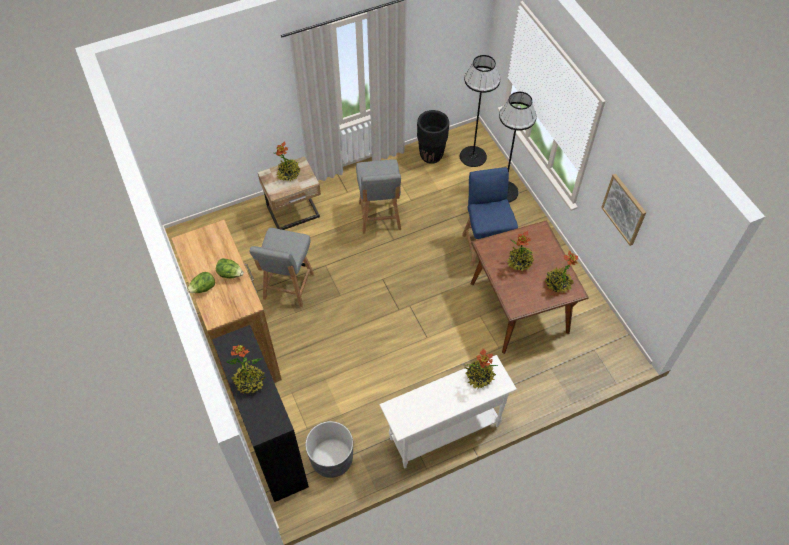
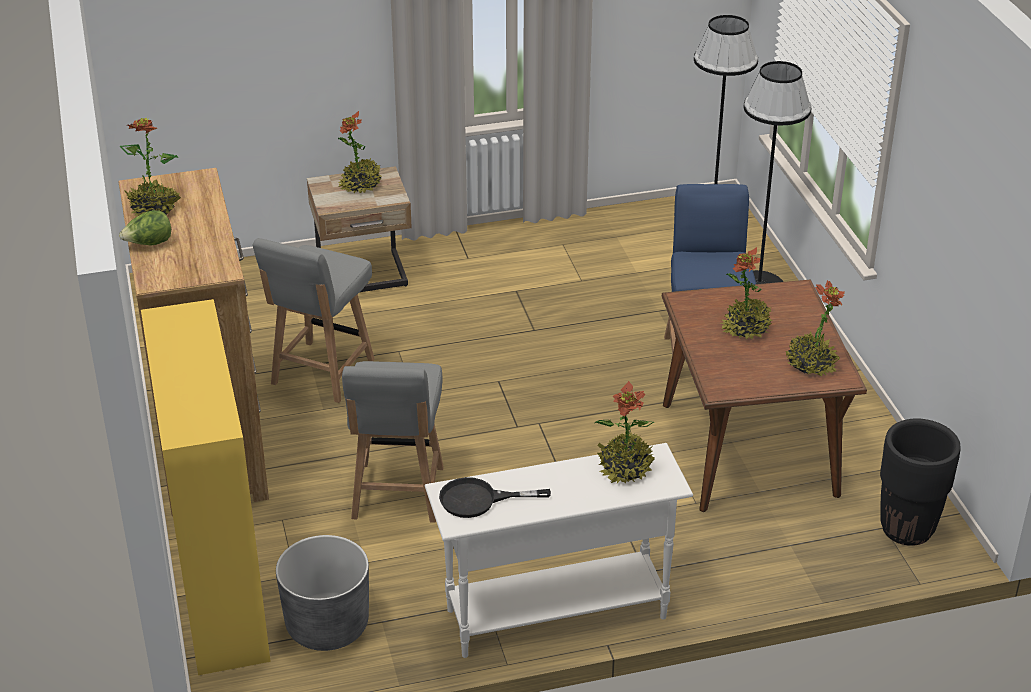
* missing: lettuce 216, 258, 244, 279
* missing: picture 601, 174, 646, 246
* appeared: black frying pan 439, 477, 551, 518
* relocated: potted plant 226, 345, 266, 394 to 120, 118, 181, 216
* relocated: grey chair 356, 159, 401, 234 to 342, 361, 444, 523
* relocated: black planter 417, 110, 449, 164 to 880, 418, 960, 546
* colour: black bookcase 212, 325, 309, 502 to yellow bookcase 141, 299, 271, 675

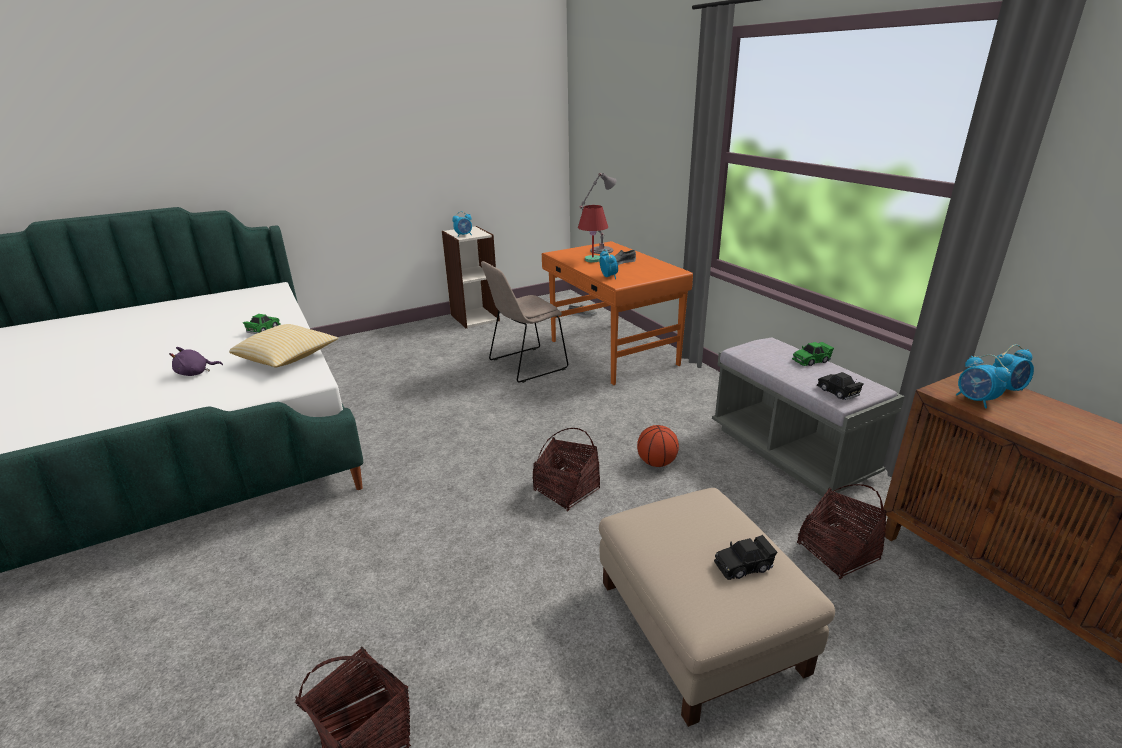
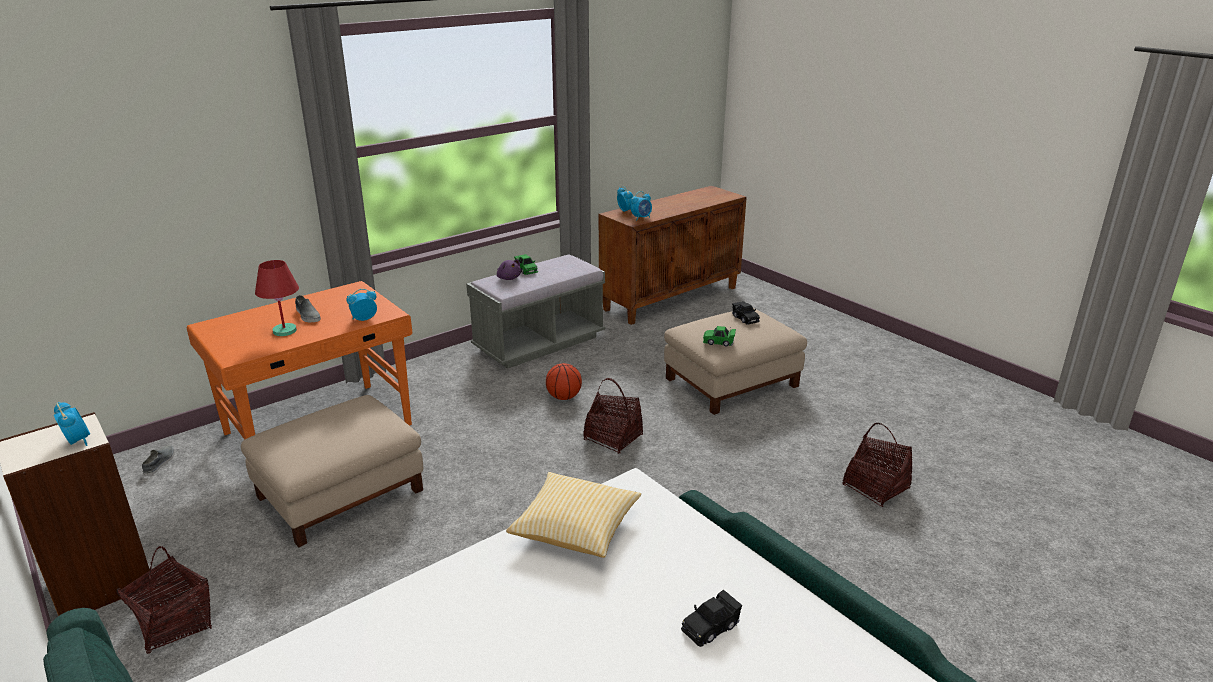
* missing: grey table lamp 580, 173, 616, 254
* relocated: purple plush toy 169, 347, 223, 376 to 497, 259, 521, 280
* relocated: green toy car 243, 314, 281, 334 to 703, 326, 736, 346
* relocated: basket 797, 484, 886, 579 to 117, 546, 212, 654
* relocated: black toy car 817, 372, 864, 400 to 681, 590, 742, 647
* exchanged: beige chair 481, 261, 568, 383 to beige ottoman 241, 395, 423, 547

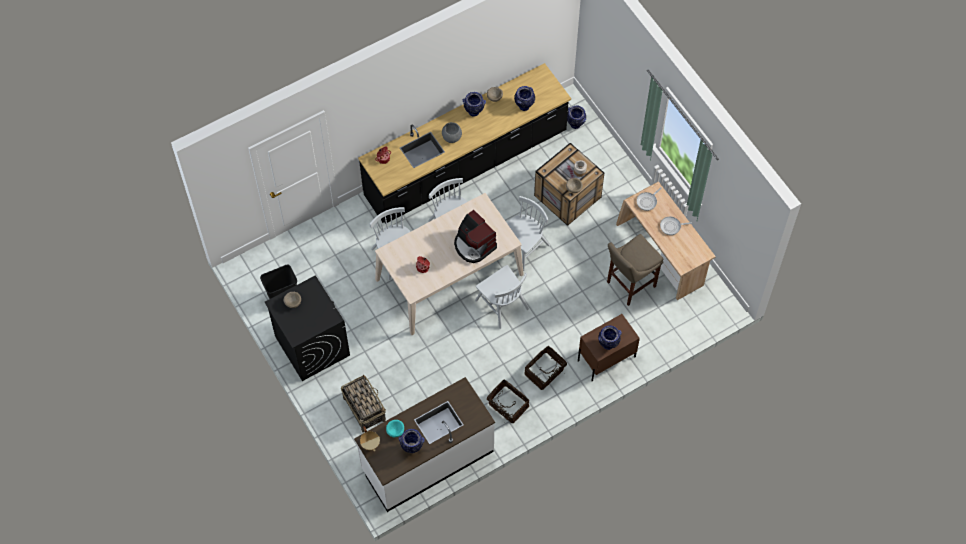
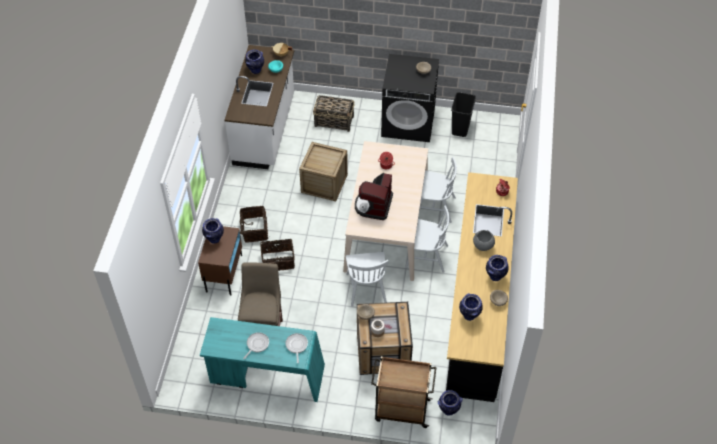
* missing: white chair 475, 265, 529, 329
* appeared: crate 299, 142, 348, 201
* appeared: brown cart 371, 356, 436, 428
* relocated: basket 487, 380, 529, 423 to 260, 239, 295, 271
* colour: beige desk 616, 182, 716, 300 to turquoise desk 200, 317, 325, 402
* spun: coffee machine 454, 210, 497, 263 = 355, 173, 393, 220 75 degrees counterclockwise

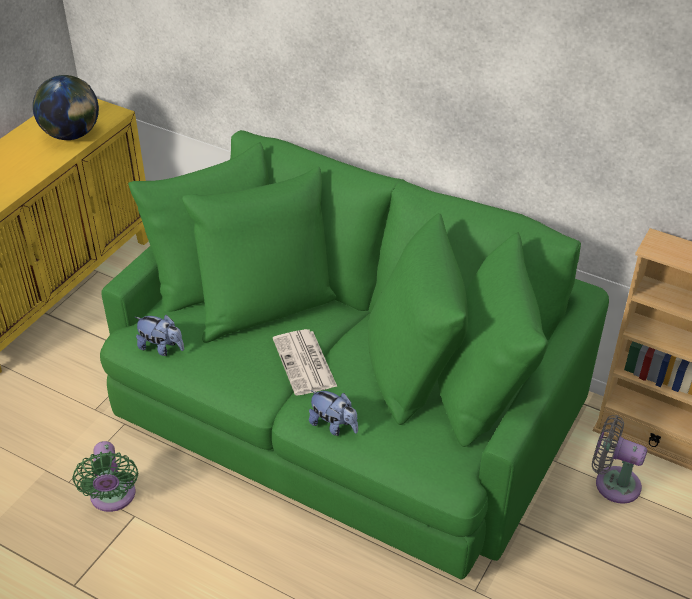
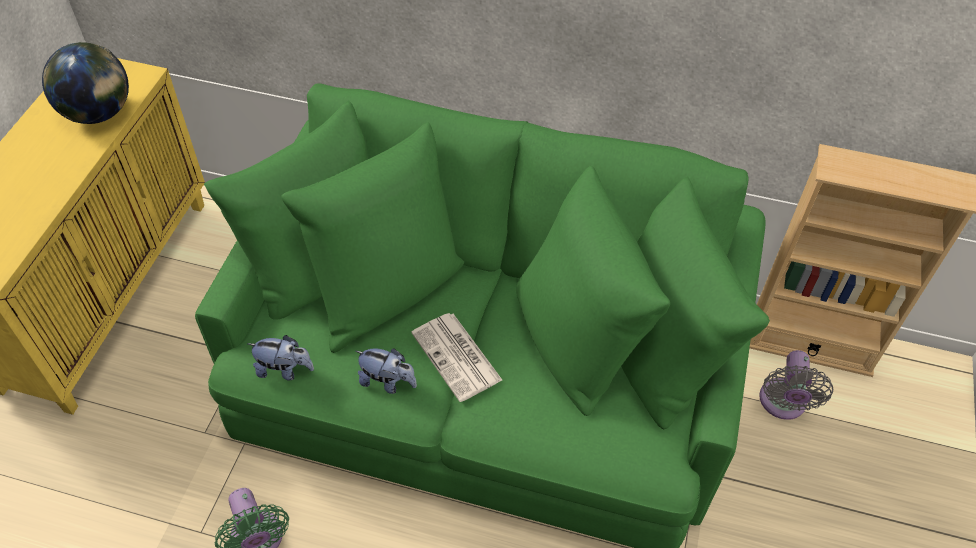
* relocated: plush toy 309, 390, 358, 436 to 356, 348, 417, 394
* spun: grey fan 592, 415, 647, 504 = 759, 350, 833, 420 90 degrees counterclockwise

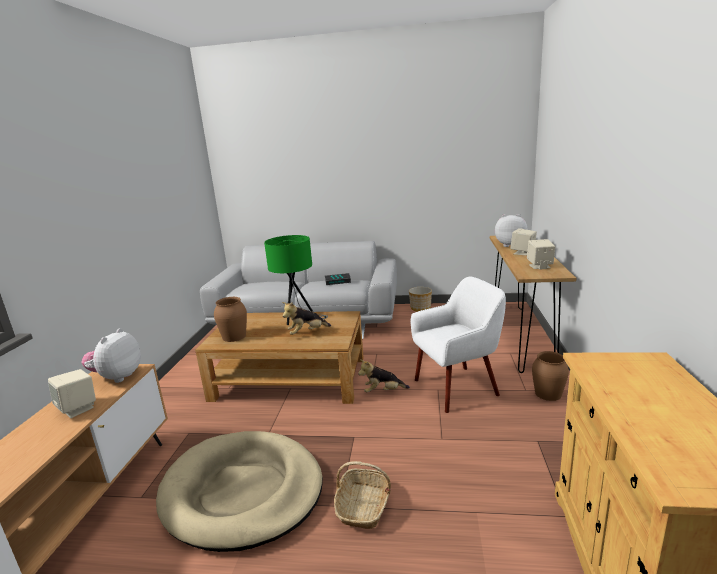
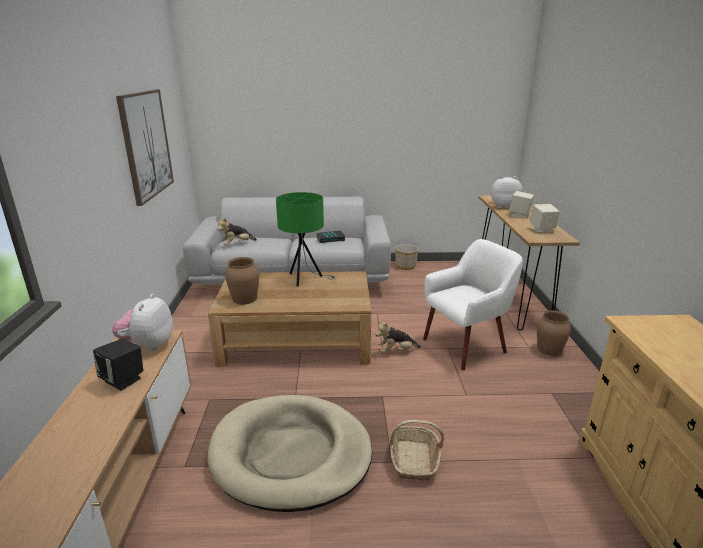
* appeared: picture 116, 90, 174, 206
* relocated: plush toy 282, 302, 331, 335 to 217, 218, 257, 245
* colour: beige speaker 48, 369, 96, 418 to black speaker 93, 339, 143, 391

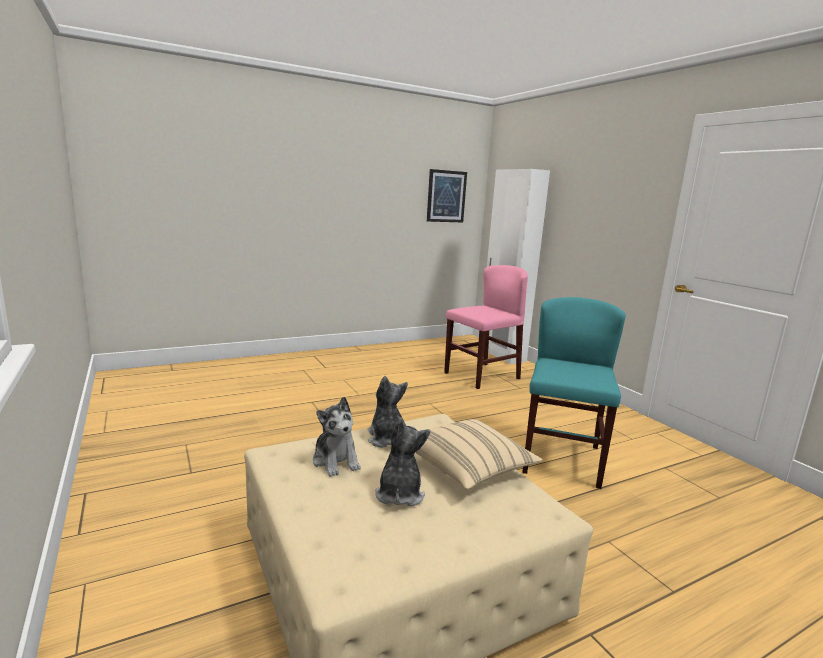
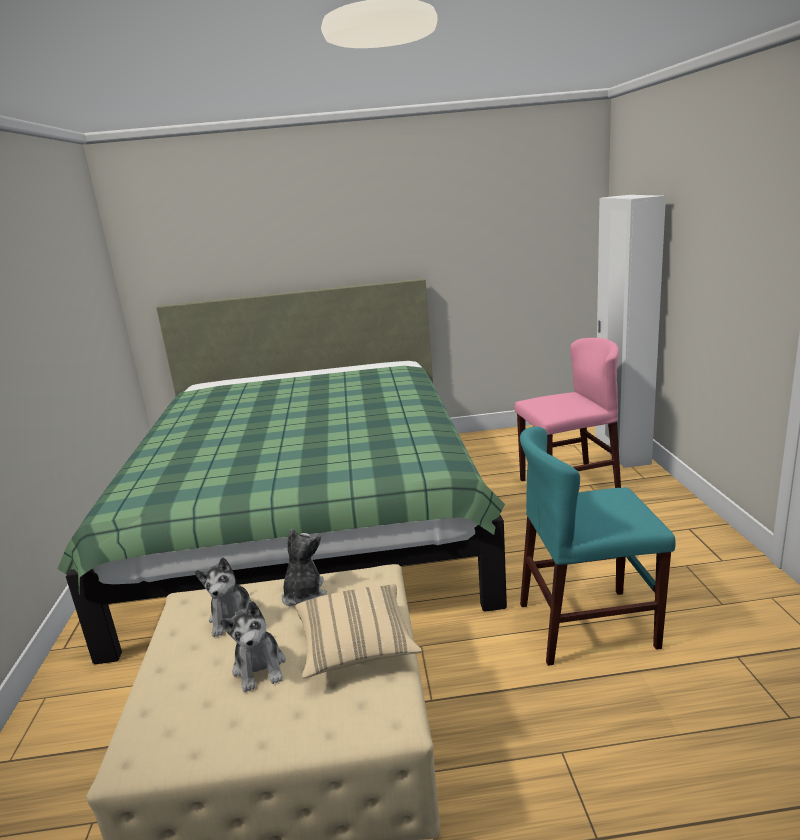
* missing: picture 427, 169, 467, 222
* appeared: green bed 57, 278, 507, 664
* spun: plush toy 375, 417, 430, 506 = 220, 601, 286, 692 135 degrees clockwise
* spun: turquoise chair 522, 297, 626, 489 = 520, 426, 676, 666 135 degrees counterclockwise

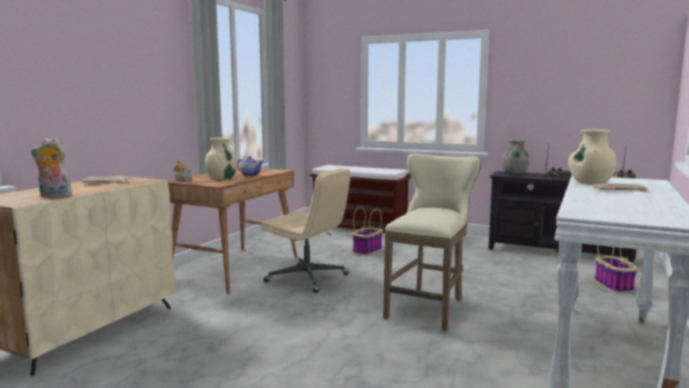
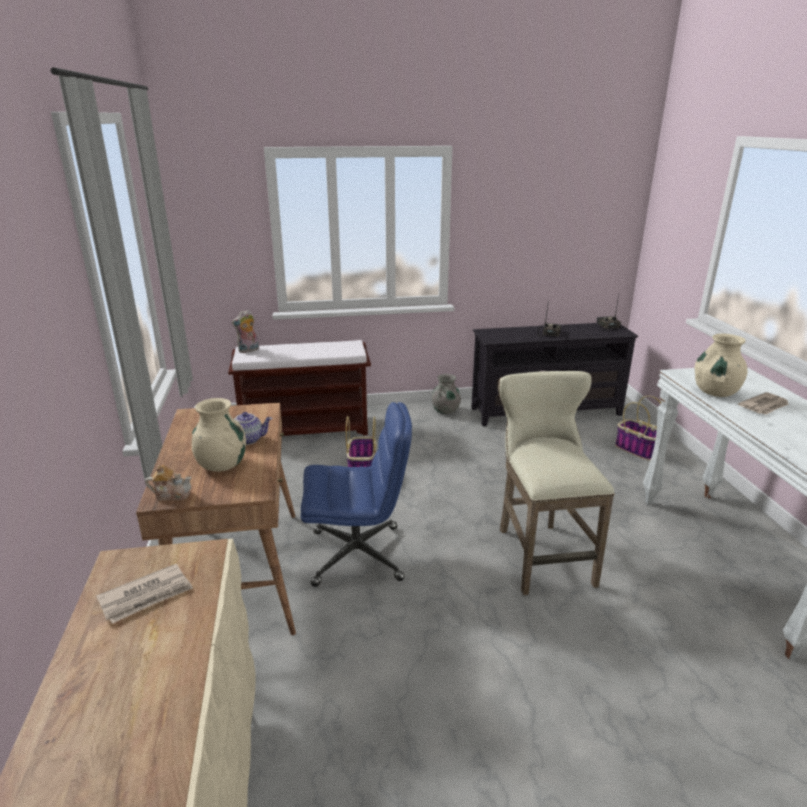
* relocated: plush toy 31, 138, 72, 197 to 231, 310, 259, 353
* relocated: grey vase 502, 140, 529, 174 to 432, 374, 461, 414
* colour: beige office chair 261, 168, 351, 293 to blue office chair 301, 402, 412, 587

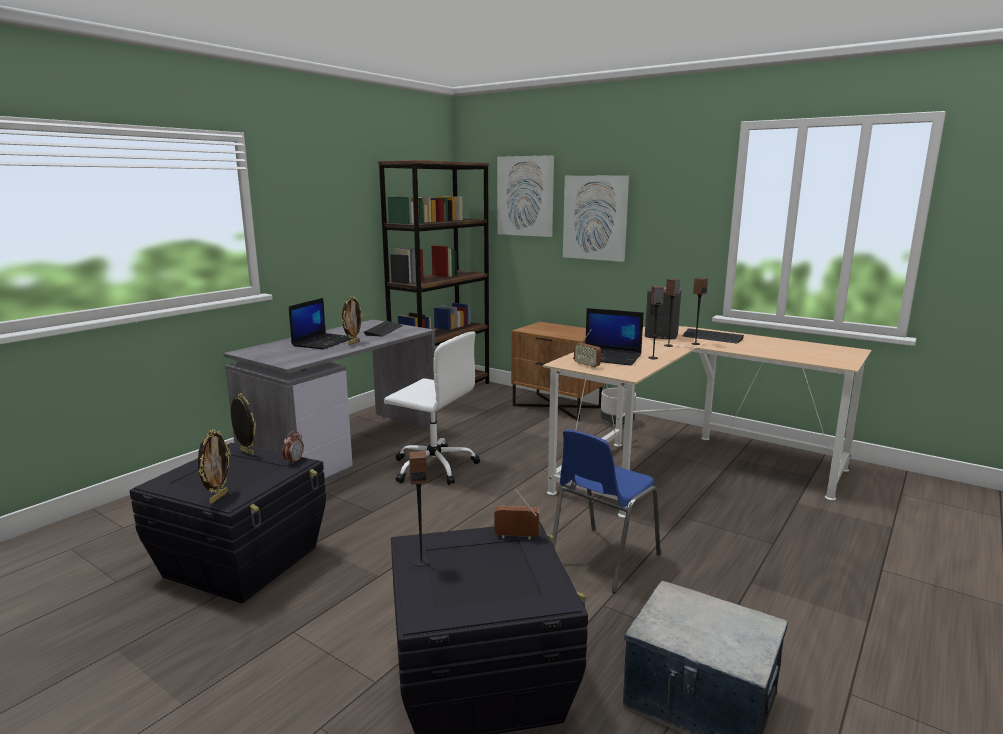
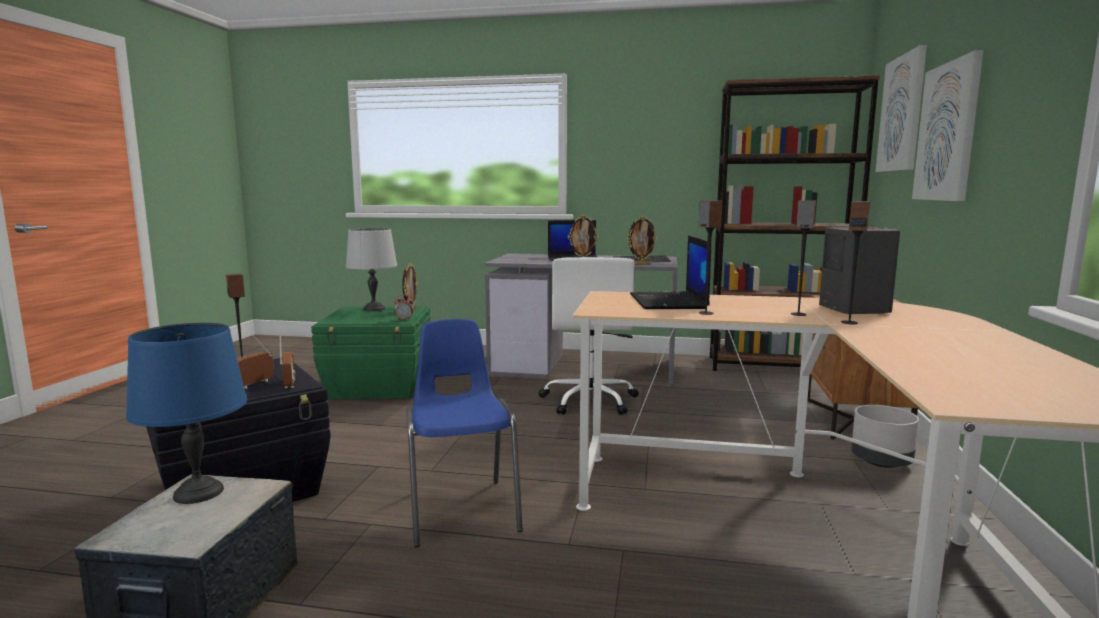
* missing: keyboard 683, 328, 744, 343
* appeared: blue table lamp 126, 323, 247, 504
* appeared: grey table lamp 346, 228, 397, 311
* relocated: picture frame 198, 429, 231, 504 to 627, 216, 658, 265
* relocated: radio 574, 329, 601, 369 to 237, 335, 274, 389
* colour: black storage box 129, 443, 326, 603 to green storage box 311, 306, 431, 399
* spun: blue chair 553, 429, 661, 593 = 407, 319, 523, 547 60 degrees clockwise

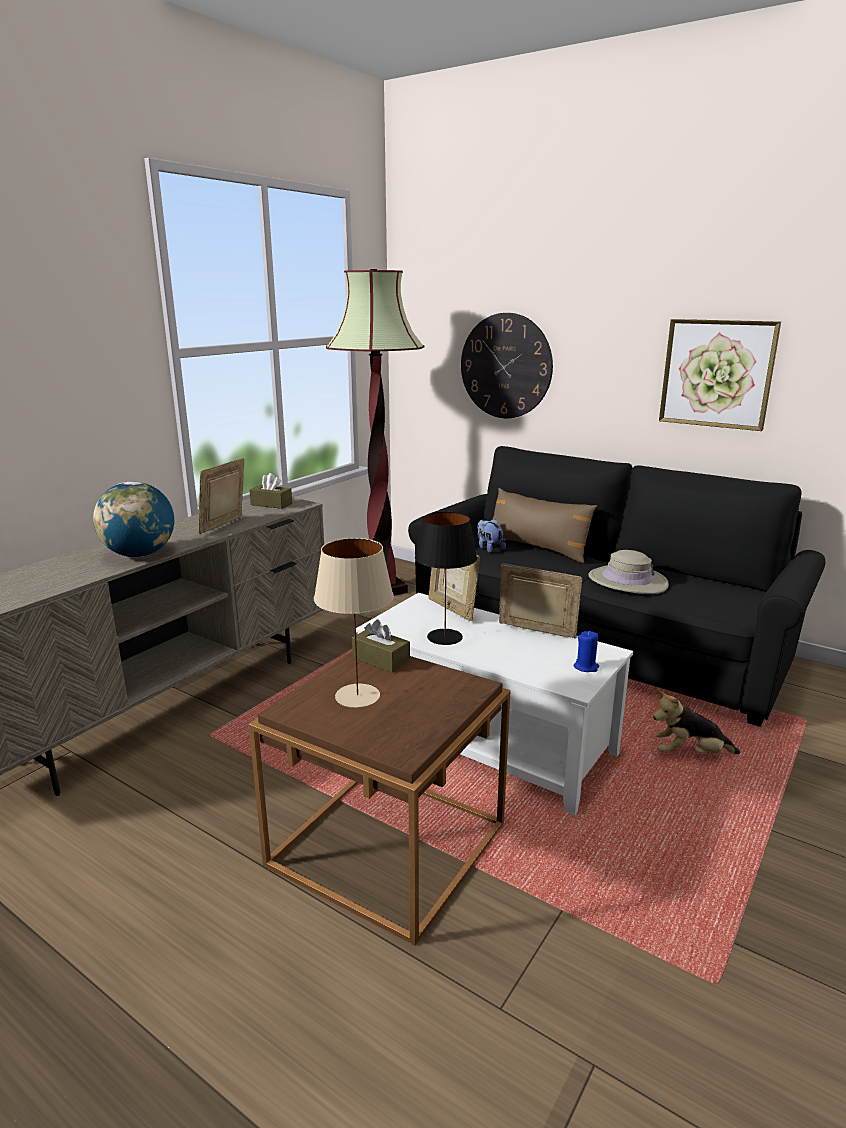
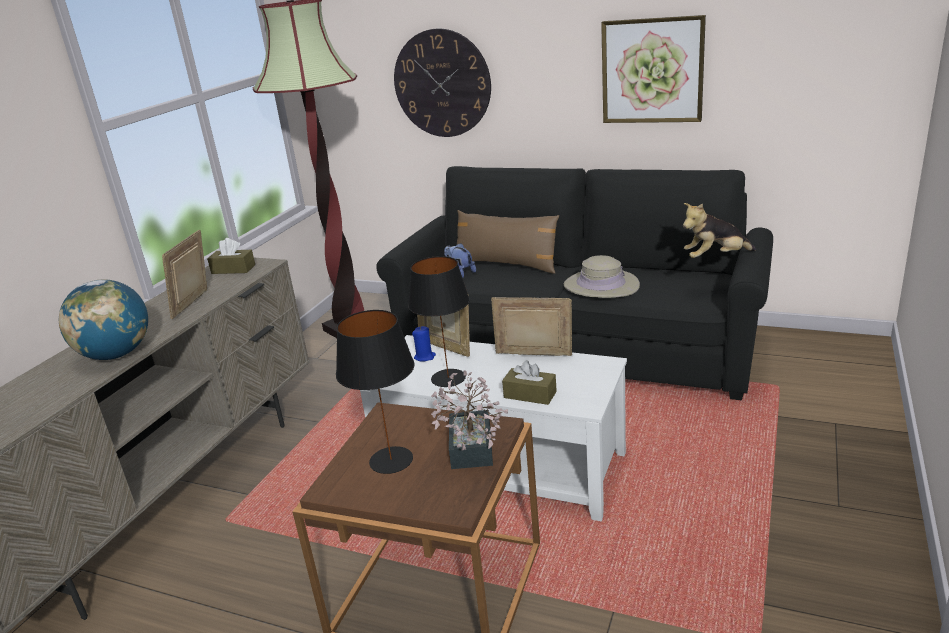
* appeared: potted plant 431, 370, 508, 469
* relocated: brown tissue box 352, 620, 410, 673 to 502, 360, 557, 405
* relocated: blue candle 573, 631, 599, 672 to 412, 326, 436, 362
* relocated: plush toy 653, 691, 741, 754 to 683, 203, 756, 258
* colour: beige table lamp 314, 538, 394, 708 to black table lamp 336, 310, 415, 474

